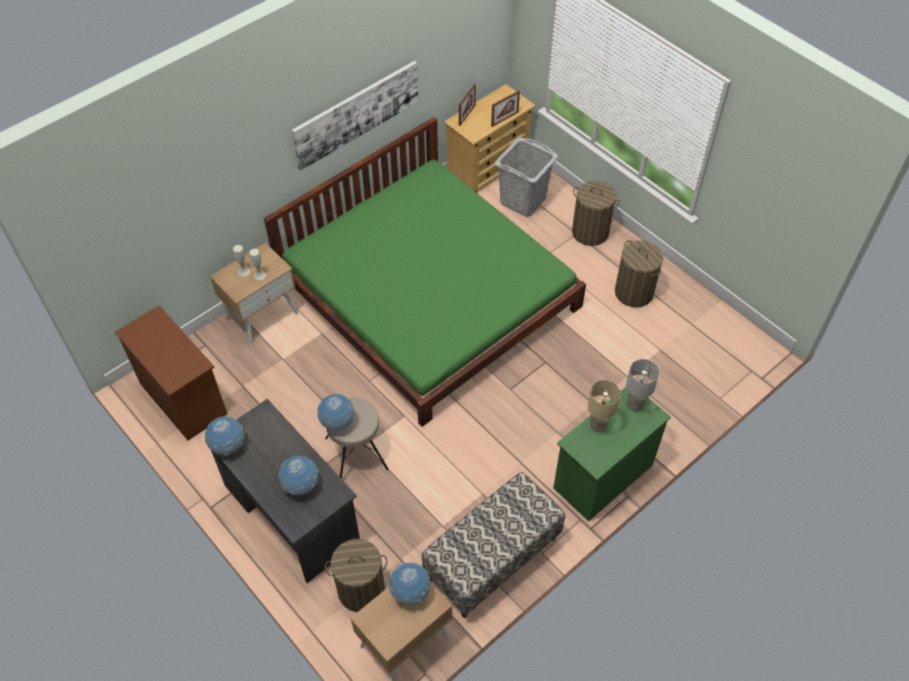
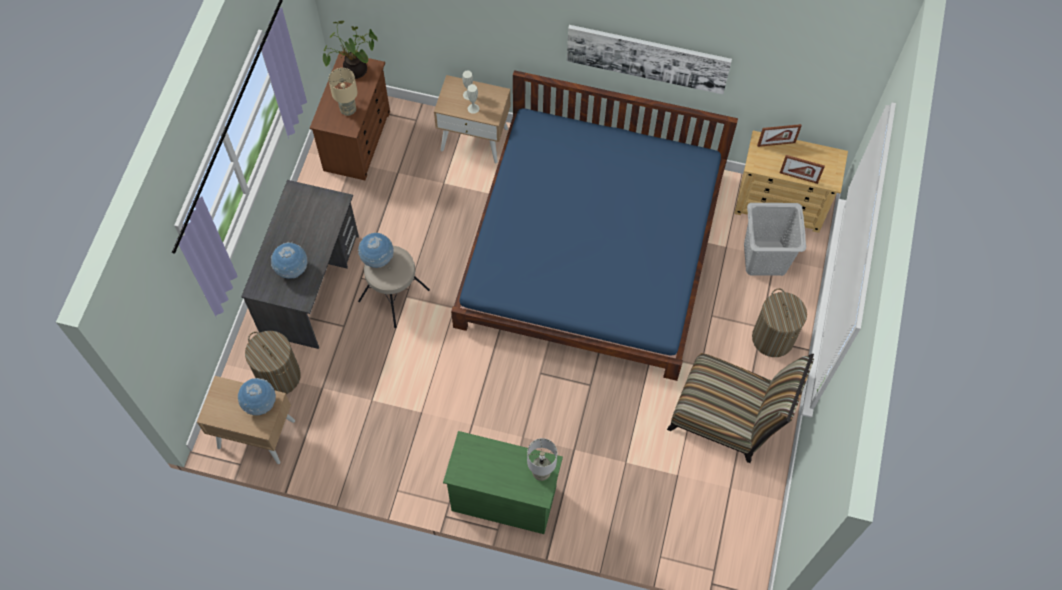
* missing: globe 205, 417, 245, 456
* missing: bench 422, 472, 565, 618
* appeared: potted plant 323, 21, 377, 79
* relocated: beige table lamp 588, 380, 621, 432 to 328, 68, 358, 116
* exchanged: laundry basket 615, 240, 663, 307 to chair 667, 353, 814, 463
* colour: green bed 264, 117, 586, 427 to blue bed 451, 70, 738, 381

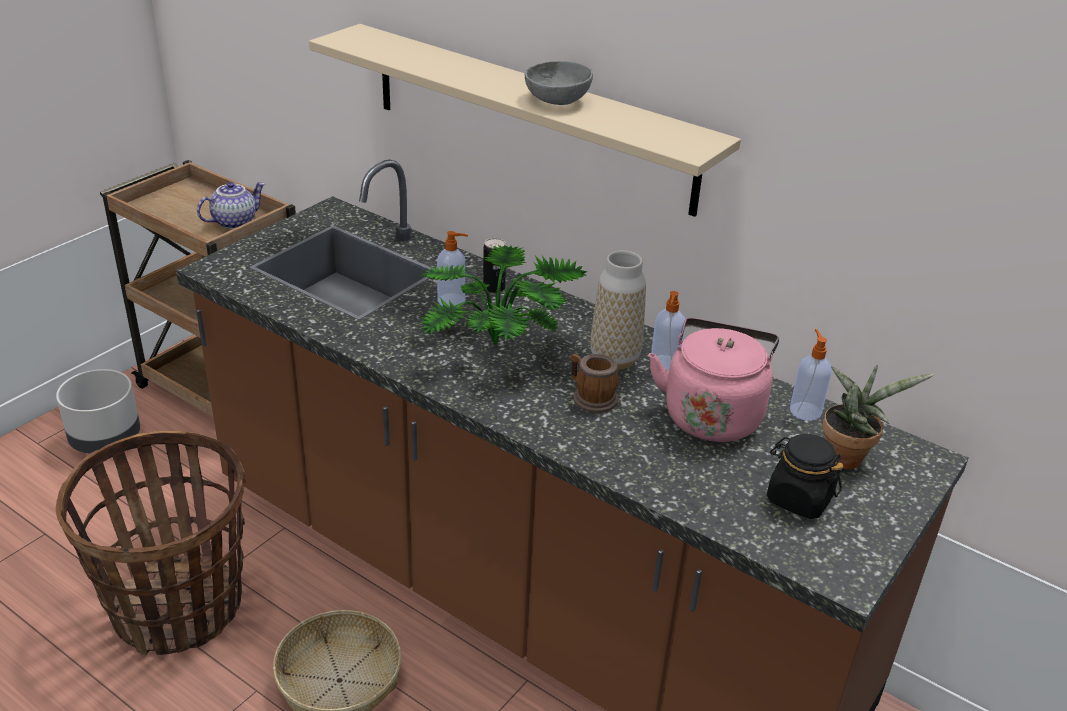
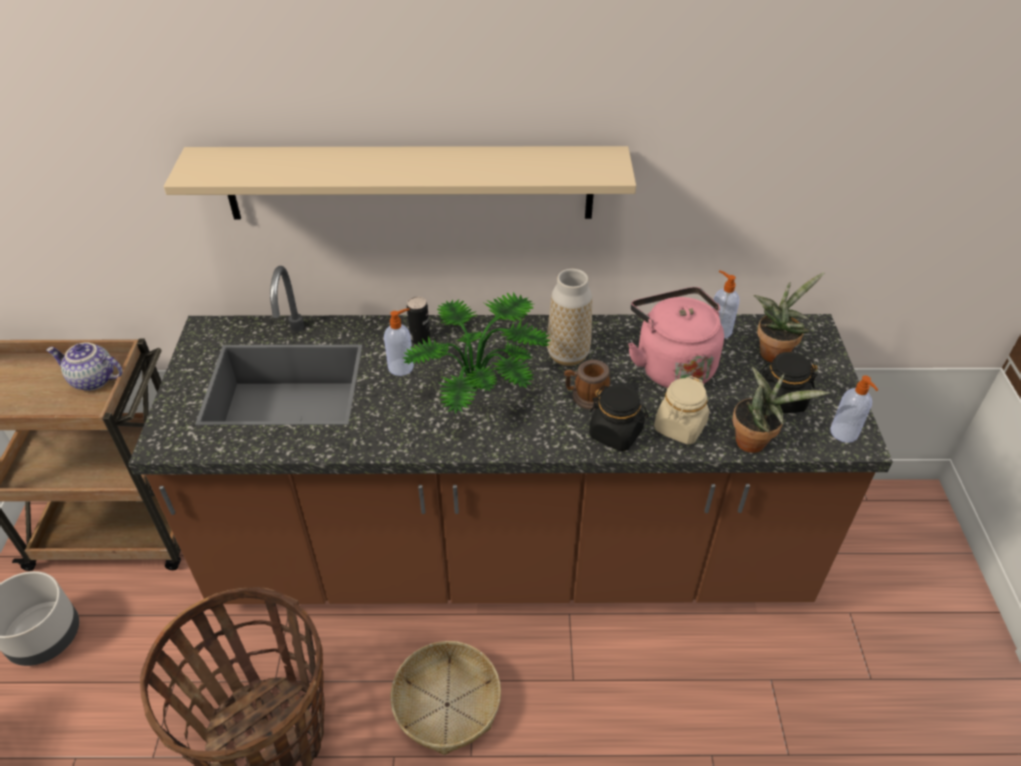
* missing: grey bowl 525, 61, 593, 105
* appeared: black jar 589, 384, 649, 451
* appeared: beige jar 654, 376, 710, 444
* appeared: potted plant 732, 366, 830, 453
* relocated: soap dispenser 651, 291, 685, 370 to 830, 375, 878, 443
* spun: teapot 197, 182, 265, 229 = 46, 342, 123, 391 90 degrees counterclockwise

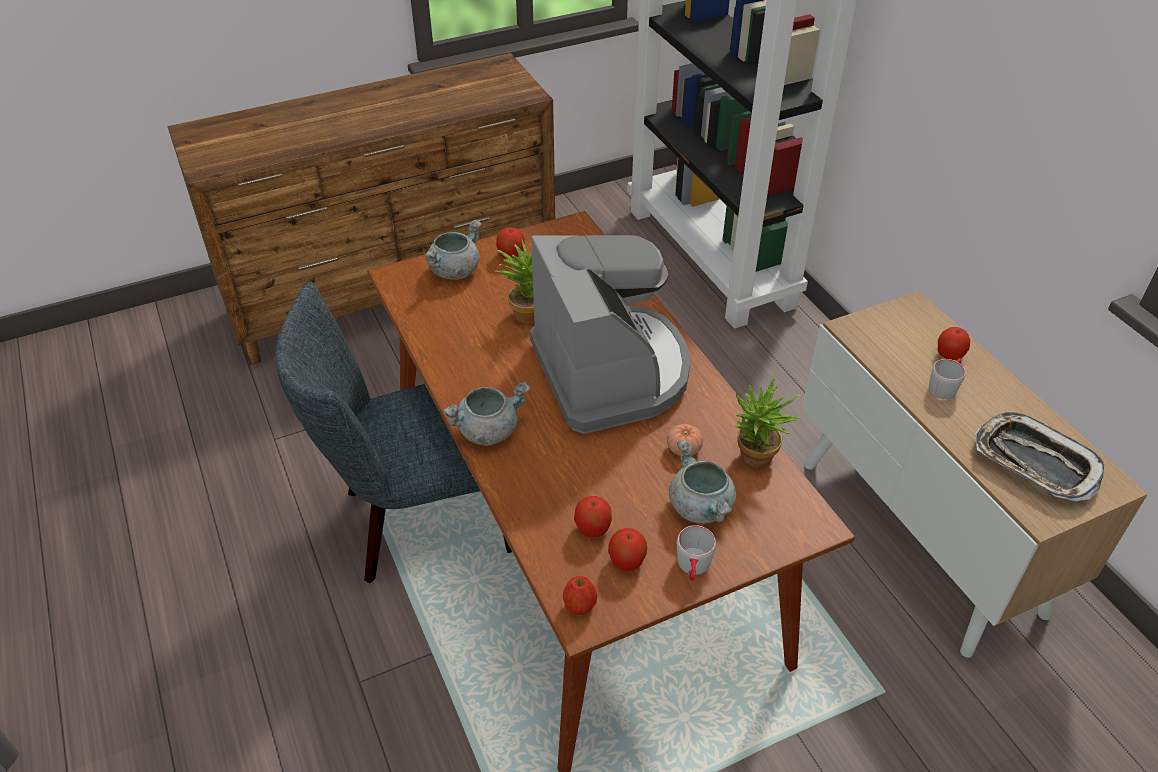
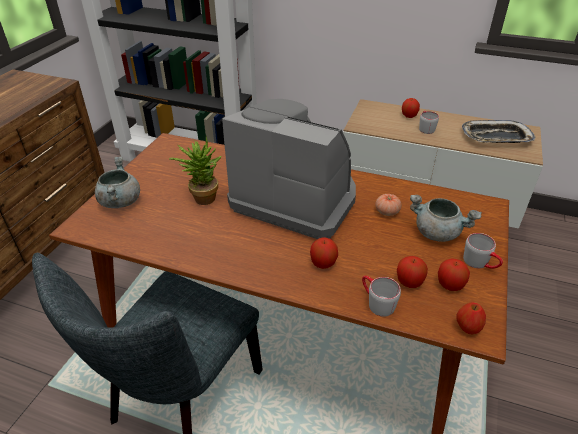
* missing: grey cooking pot 443, 381, 530, 445
* missing: potted plant 735, 376, 802, 468
* appeared: grey mug 362, 276, 401, 317
* relocated: apple 496, 227, 525, 258 to 310, 238, 338, 269

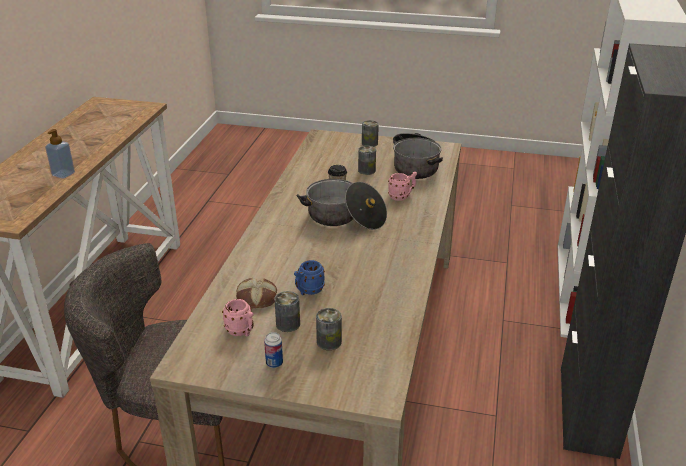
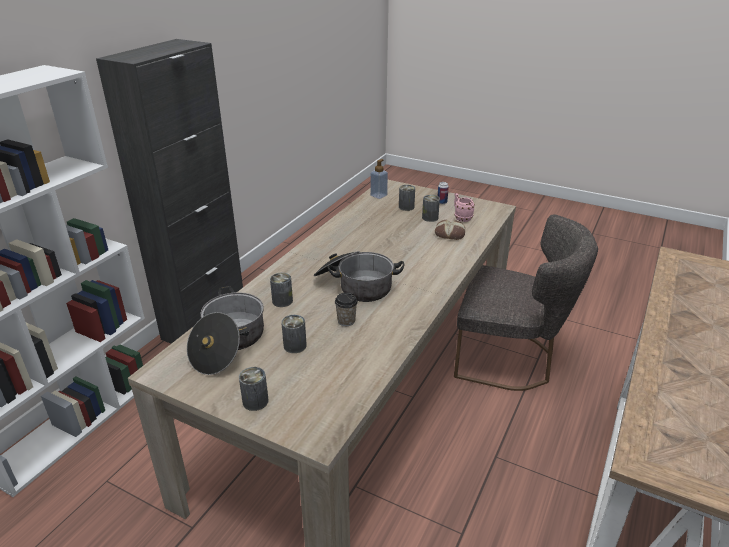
* missing: blue mug 294, 260, 325, 295
* relocated: soap dispenser 45, 129, 75, 179 to 370, 159, 388, 199
* exchanged: pink mug 388, 172, 417, 201 to can 270, 273, 293, 307

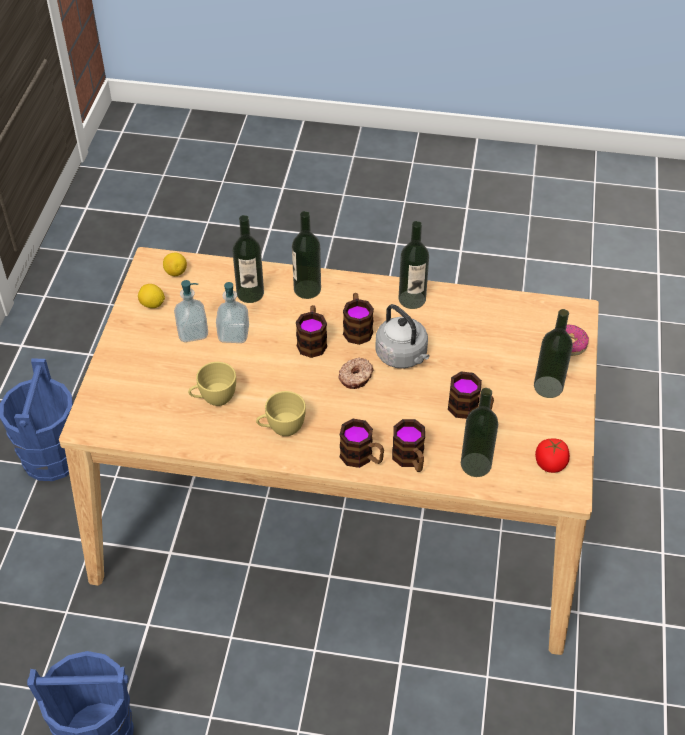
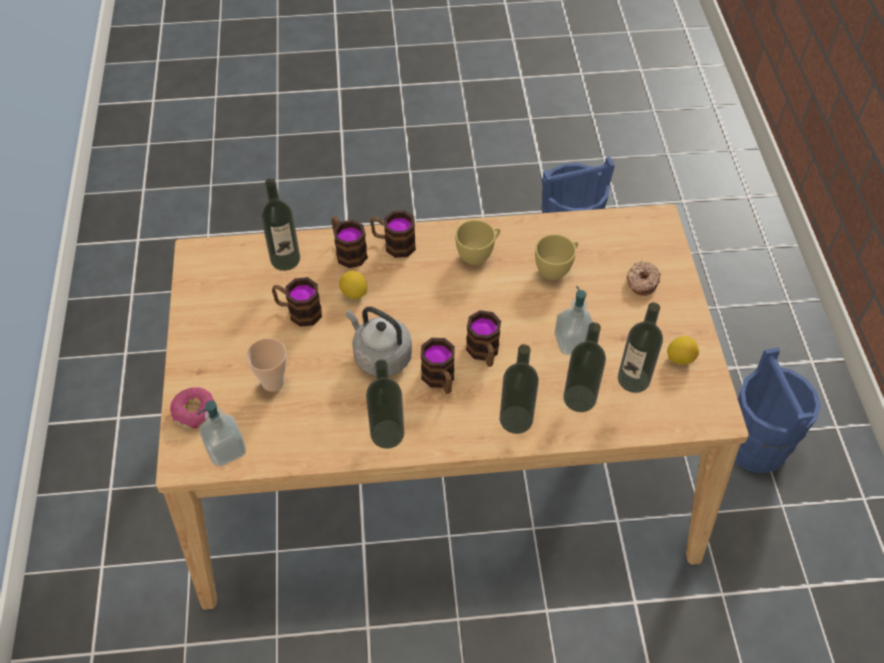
* missing: tomato 535, 439, 570, 473
* appeared: cup 246, 338, 287, 392
* relocated: lemon 163, 253, 187, 276 to 339, 270, 367, 299
* relocated: soap dispenser 174, 280, 208, 342 to 197, 401, 246, 466
* relocated: donut 338, 358, 374, 389 to 627, 261, 661, 296
* relocated: bottle 534, 309, 573, 398 to 618, 302, 663, 393

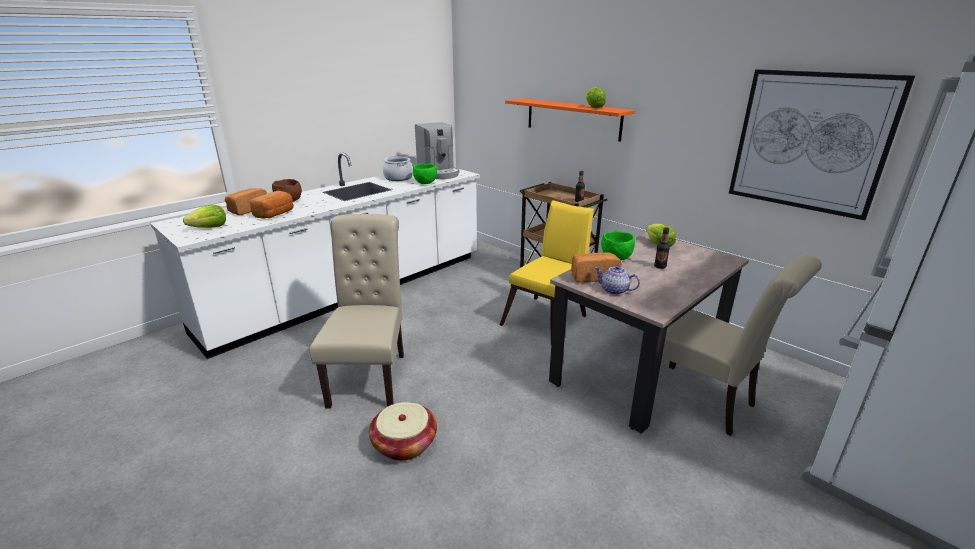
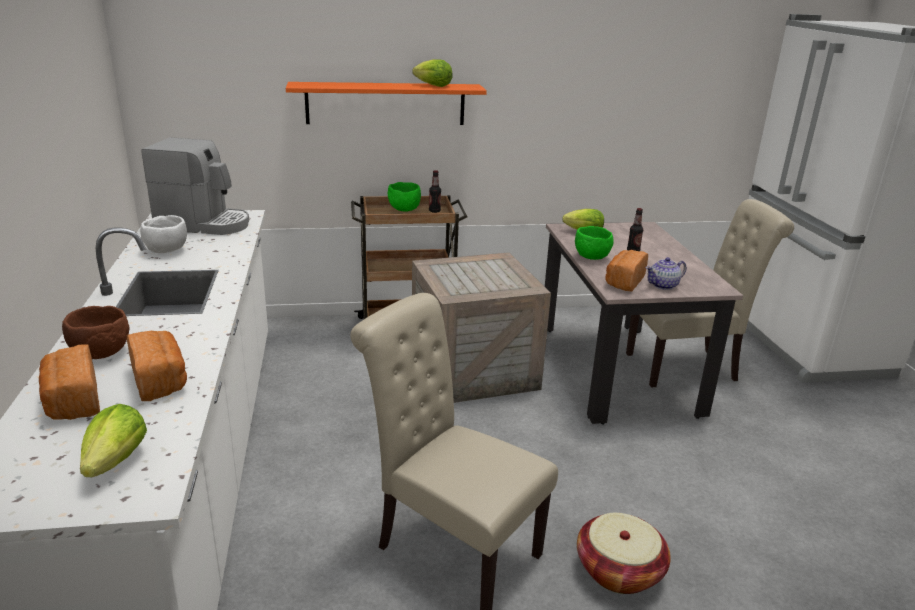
* missing: picture 729, 69, 915, 220
* relocated: green bowl 413, 163, 437, 184 to 388, 182, 421, 212
* exchanged: cooking pot 383, 156, 413, 181 to white bowl 140, 215, 187, 253
* exchanged: yellow chair 500, 200, 594, 342 to crate 412, 252, 551, 403

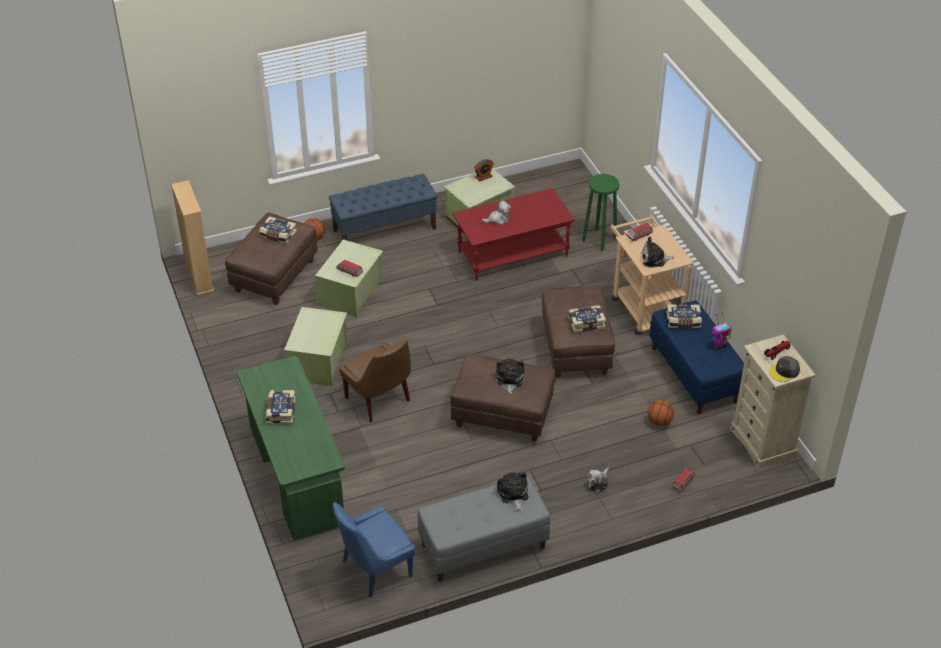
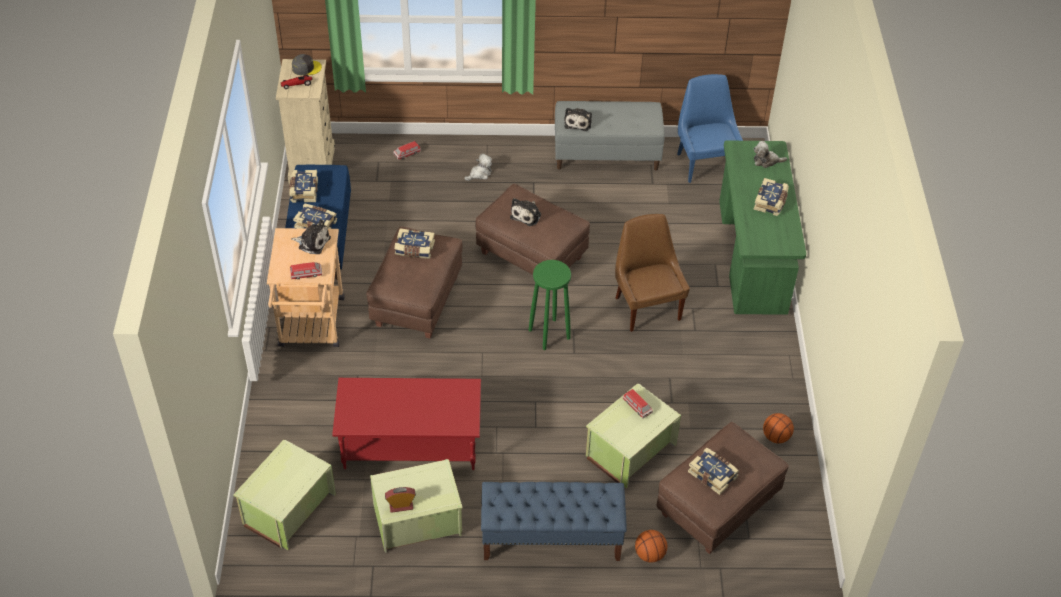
* missing: beige bookcase 171, 180, 214, 295
* relocated: green storage box 284, 307, 348, 386 to 233, 440, 336, 550
* relocated: plush toy 482, 200, 511, 225 to 754, 141, 787, 168
* relocated: green stool 582, 174, 619, 251 to 529, 260, 571, 350
* relocated: basketball 648, 400, 674, 426 to 763, 413, 794, 444
* exchanged: toy robot 712, 313, 732, 350 to book 289, 170, 318, 203
* spun: blue chair 333, 502, 415, 598 = 677, 74, 743, 183 90 degrees counterclockwise

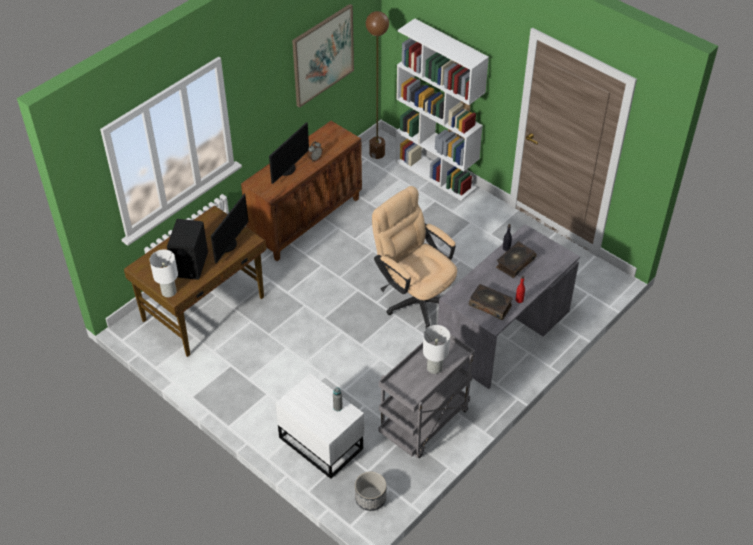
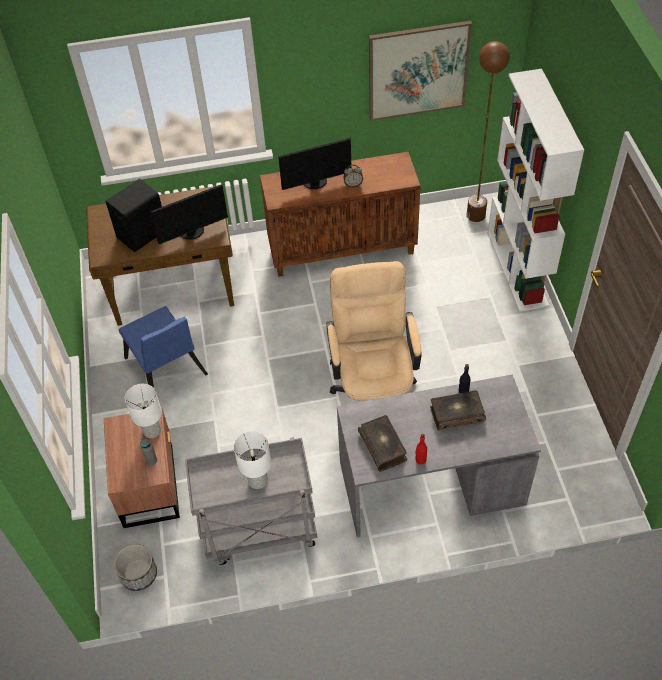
* appeared: blue chair 119, 306, 208, 403
* relocated: white table lamp 150, 250, 178, 297 to 125, 384, 162, 438
* colour: white nightstand 275, 373, 364, 479 to brown nightstand 104, 408, 180, 528

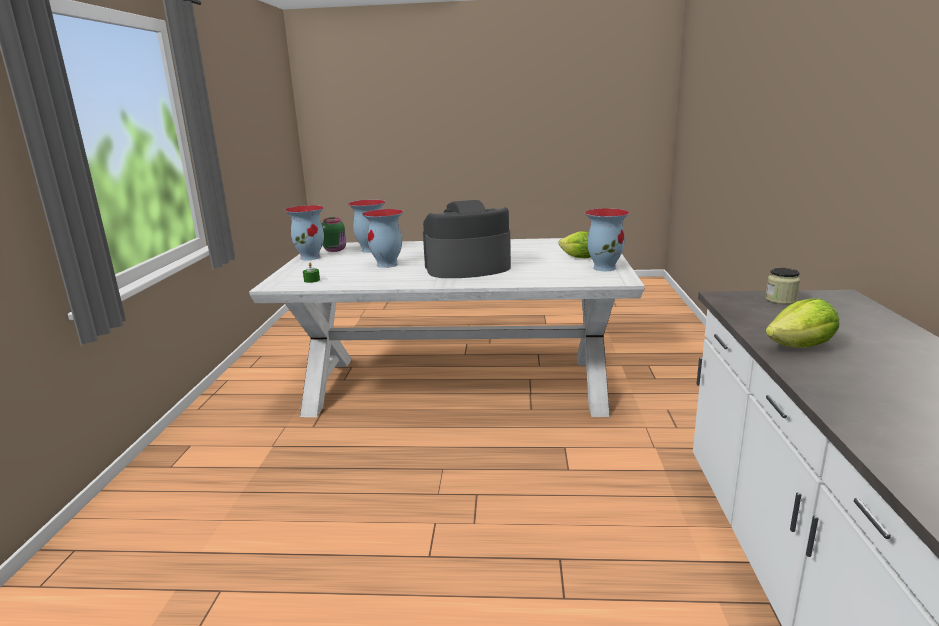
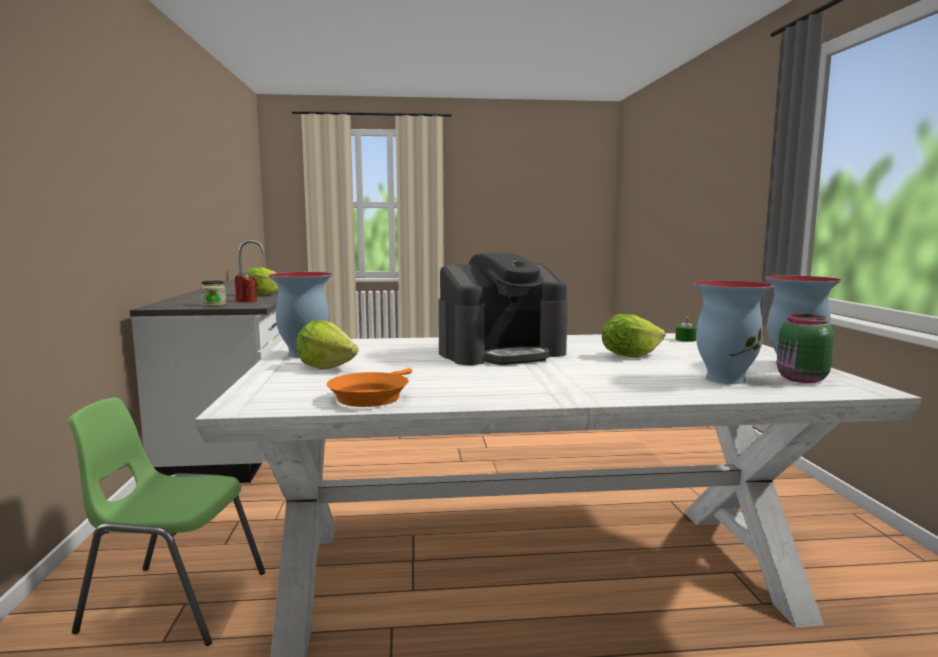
* appeared: green chair 68, 397, 265, 646
* appeared: red candle 235, 273, 258, 302
* appeared: orange frying pan 327, 368, 412, 407
* exchanged: vase 362, 209, 403, 268 to lettuce 602, 314, 665, 358

